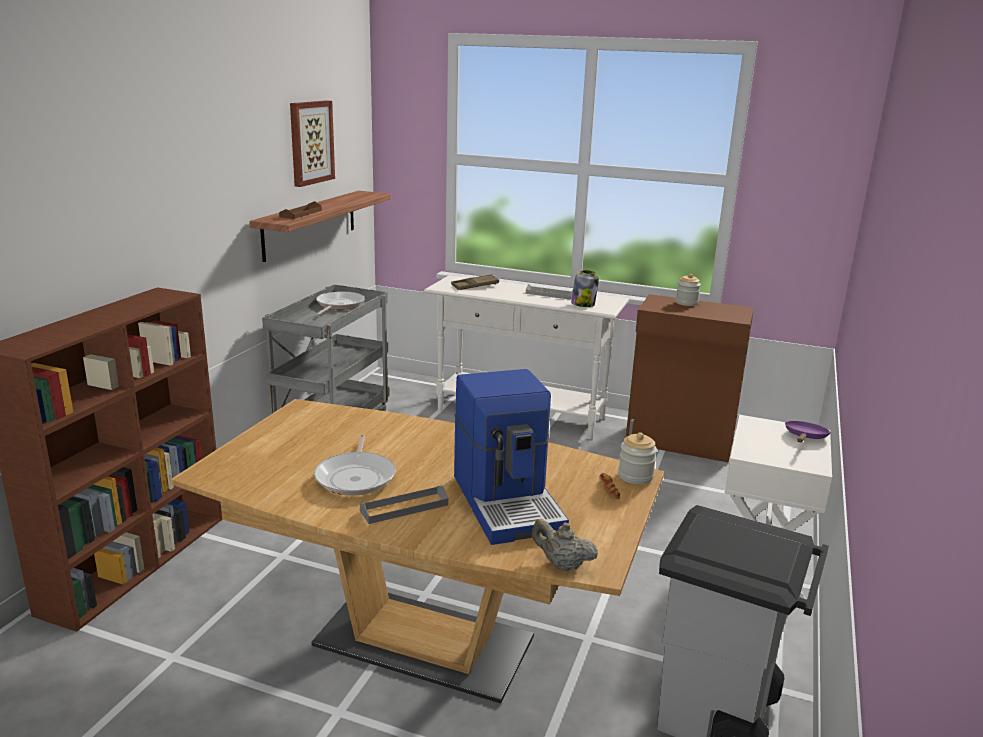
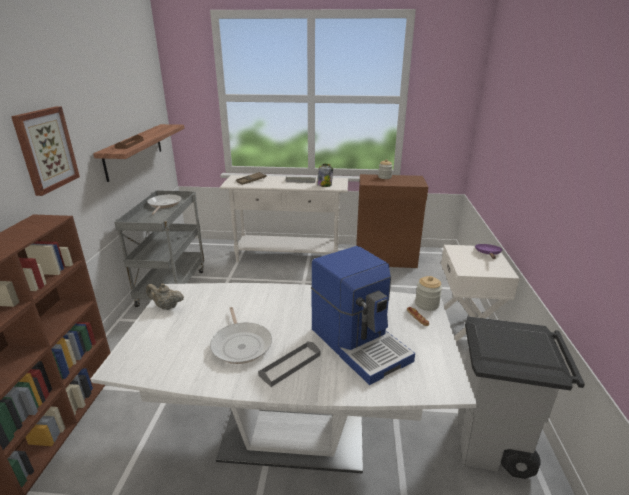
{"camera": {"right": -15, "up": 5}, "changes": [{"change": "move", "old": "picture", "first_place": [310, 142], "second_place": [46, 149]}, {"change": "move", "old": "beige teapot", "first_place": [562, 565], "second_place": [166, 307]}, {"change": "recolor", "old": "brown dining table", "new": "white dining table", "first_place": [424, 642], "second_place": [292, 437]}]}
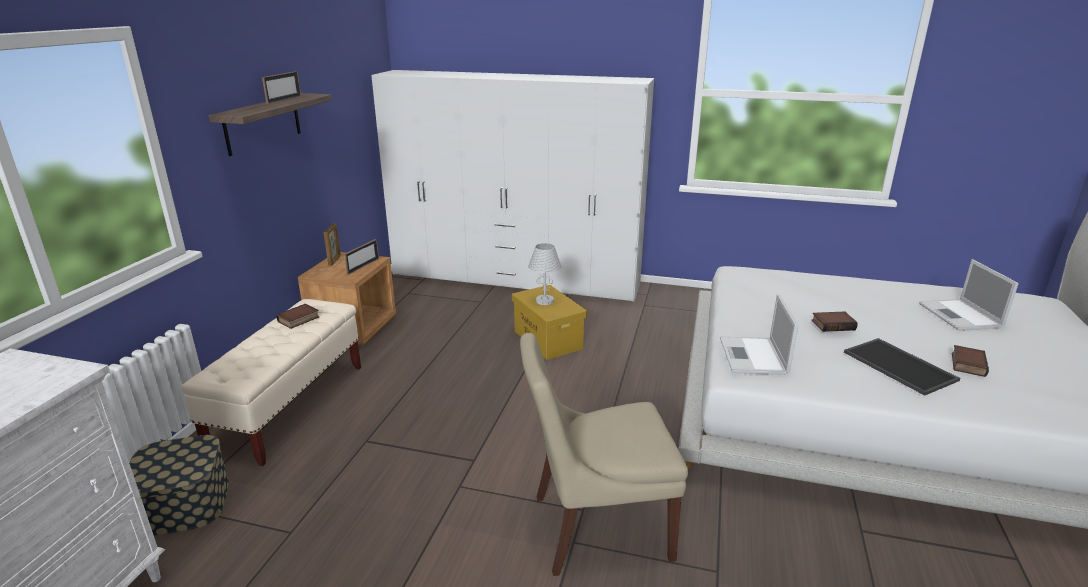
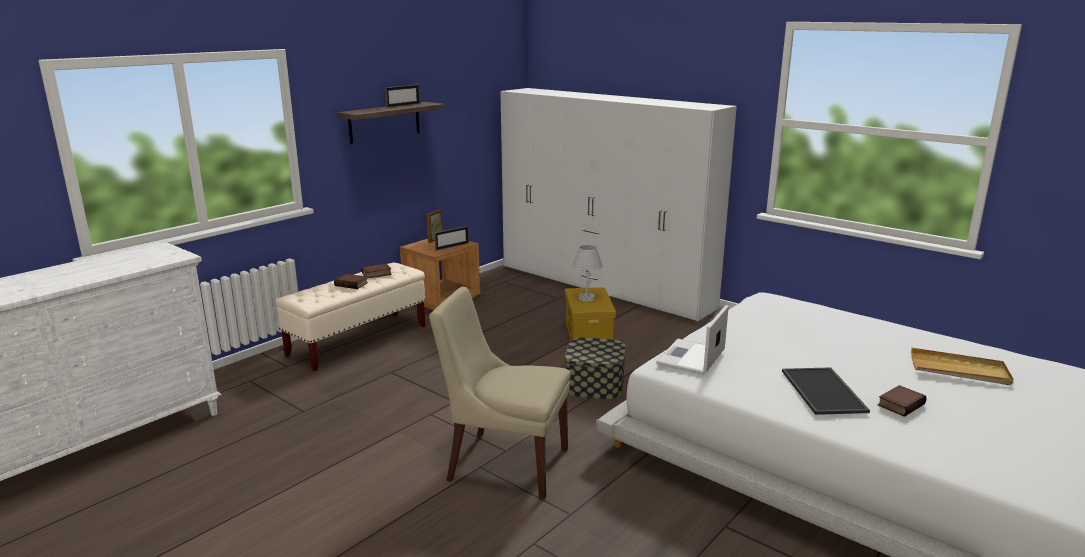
{"camera": {"right": 25, "up": -5}, "changes": [{"change": "move", "old": "storage box", "first_place": [184, 504], "second_place": [594, 384]}, {"change": "move", "old": "book", "first_place": [833, 324], "second_place": [352, 284]}, {"change": "replace", "old": "laptop", "new": "beige tray", "first_place": [961, 316], "second_place": [959, 370]}]}
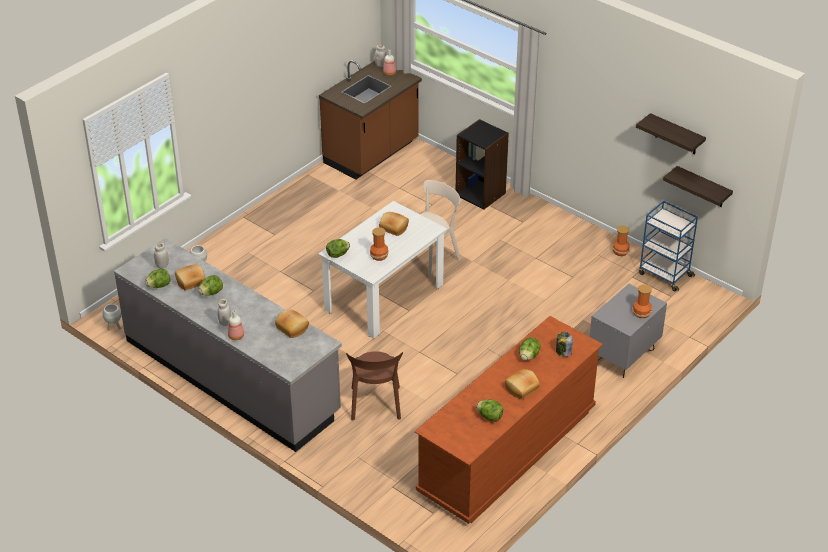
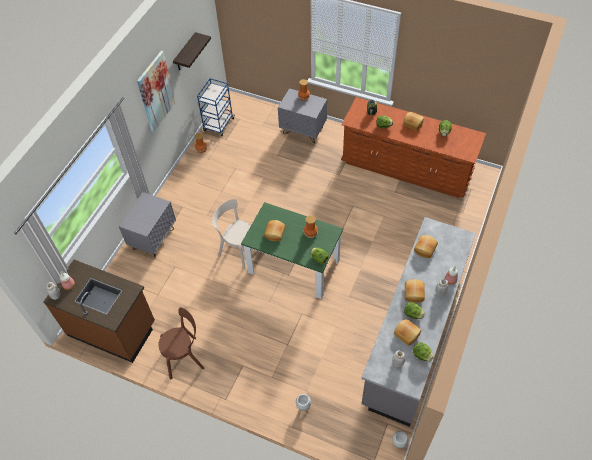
{"camera": {"right": -105, "up": 15}, "changes": [{"change": "delete", "old": "shelf", "first_place": [703, 187]}, {"change": "insert", "new": "picture", "second_place": [156, 92]}, {"change": "insert", "new": "bread", "second_place": [413, 293]}, {"change": "move", "old": "brown chair", "first_place": [375, 405], "second_place": [185, 357]}, {"change": "replace", "old": "black bookcase", "new": "grey nightstand", "first_place": [481, 194], "second_place": [153, 239]}, {"change": "recolor", "old": "white dining table", "new": "green dining table", "first_place": [384, 297], "second_place": [294, 266]}]}
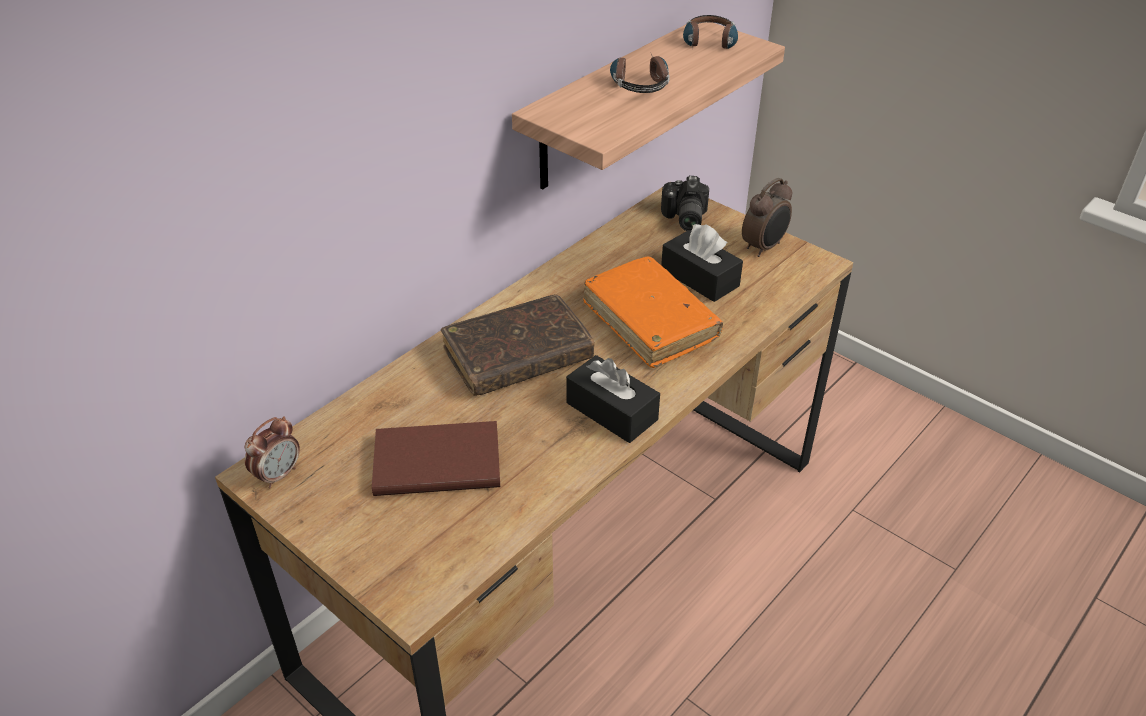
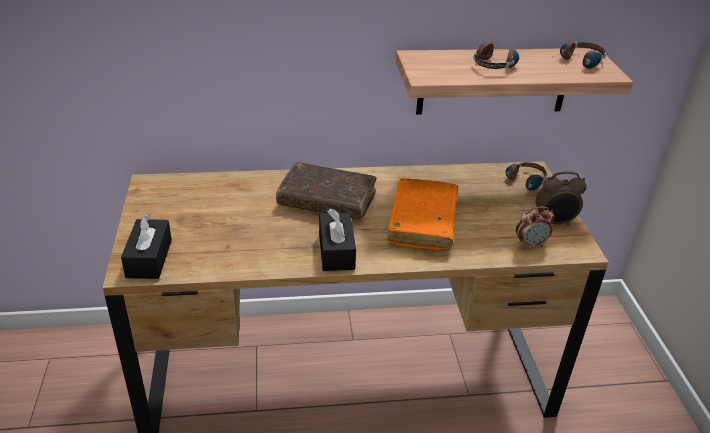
{"camera": {"right": 40, "up": -5}, "changes": [{"change": "delete", "old": "brown book", "first_place": [435, 460]}, {"change": "move", "old": "alarm clock", "first_place": [278, 475], "second_place": [530, 245]}, {"change": "move", "old": "black tissue box", "first_place": [699, 278], "second_place": [149, 258]}, {"change": "replace", "old": "photo camera", "new": "headphones", "first_place": [683, 218], "second_place": [522, 183]}]}
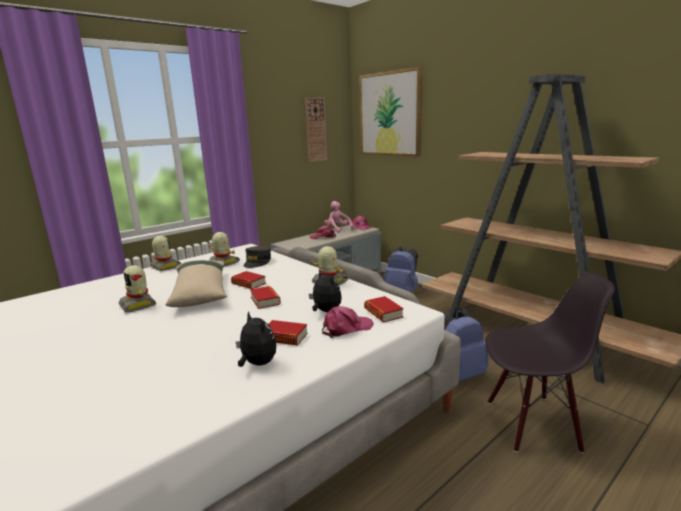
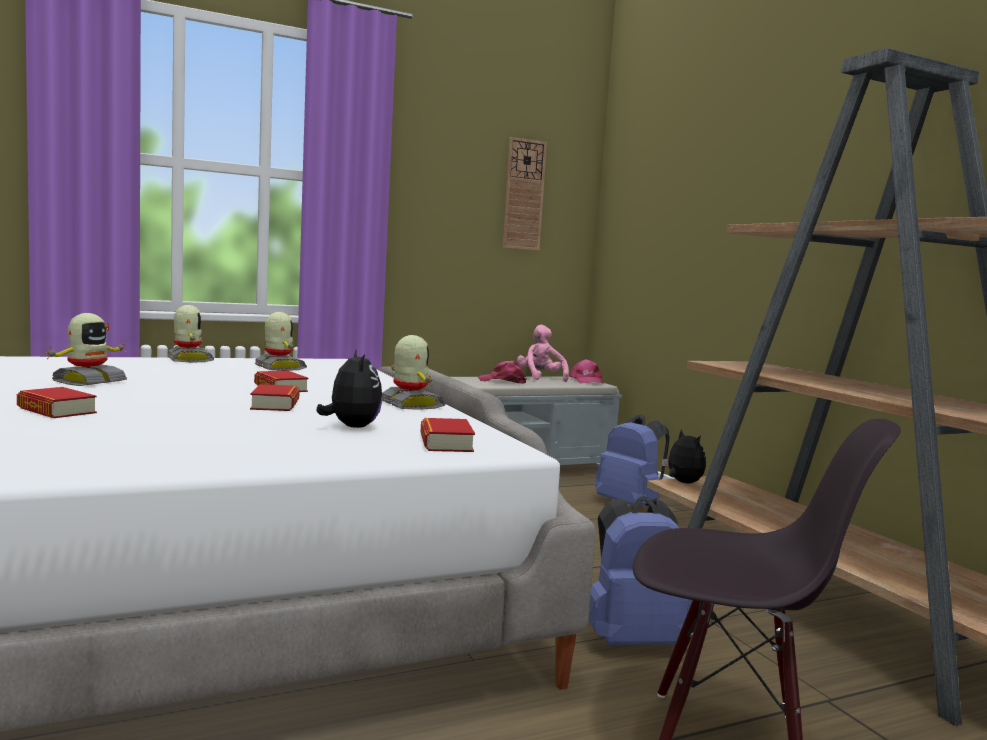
{"camera": {"right": 15, "up": -10}, "changes": [{"change": "delete", "old": "beige pillow", "first_place": [200, 291]}, {"change": "delete", "old": "grey cap", "first_place": [257, 262]}, {"change": "delete", "old": "pink cap", "first_place": [346, 328]}, {"change": "delete", "old": "picture", "first_place": [390, 114]}, {"change": "move", "old": "plush toy", "first_place": [257, 364], "second_place": [682, 483]}, {"change": "move", "old": "book", "first_place": [284, 337], "second_place": [56, 410]}, {"change": "rotate", "old": "toy robot", "first_place": [138, 305], "second_place": [88, 382], "degrees": -135}]}
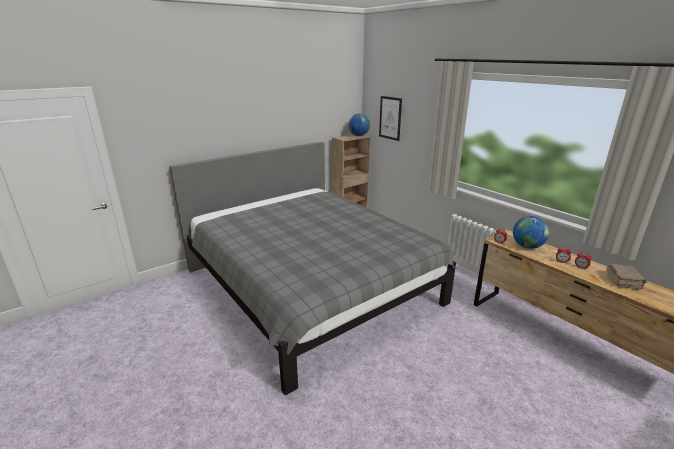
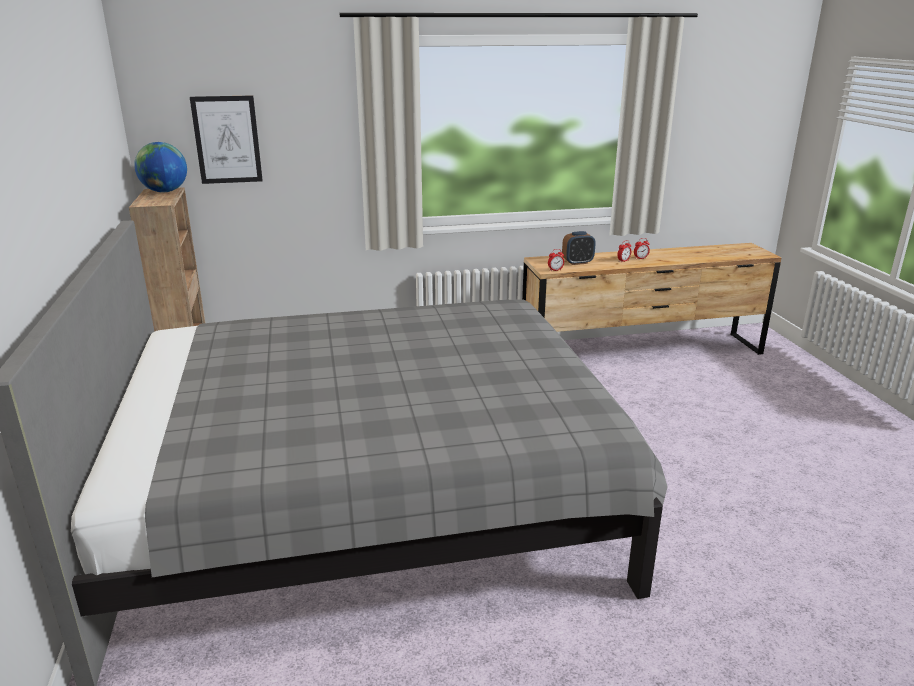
{"camera": {"right": -65, "up": 0}, "changes": [{"change": "delete", "old": "brown book", "first_place": [623, 281]}, {"change": "replace", "old": "globe", "new": "alarm clock", "first_place": [527, 246], "second_place": [577, 262]}]}
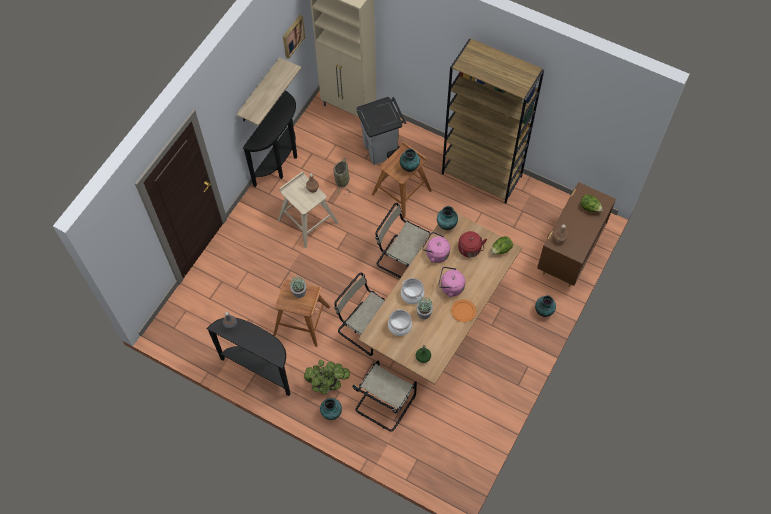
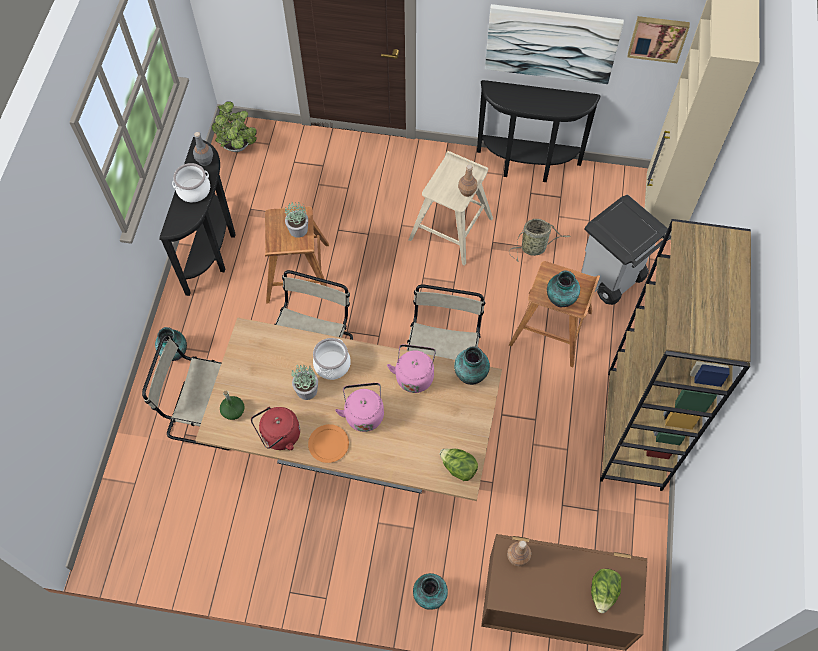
{"camera": {"right": 70, "up": 0}, "changes": [{"change": "move", "old": "potted plant", "first_place": [328, 383], "second_place": [238, 147]}, {"change": "move", "old": "cooking pot", "first_place": [400, 326], "second_place": [194, 190]}, {"change": "move", "old": "red kettle", "first_place": [470, 250], "second_place": [279, 436]}, {"change": "replace", "old": "shelf", "new": "picture", "first_place": [259, 91], "second_place": [551, 43]}]}
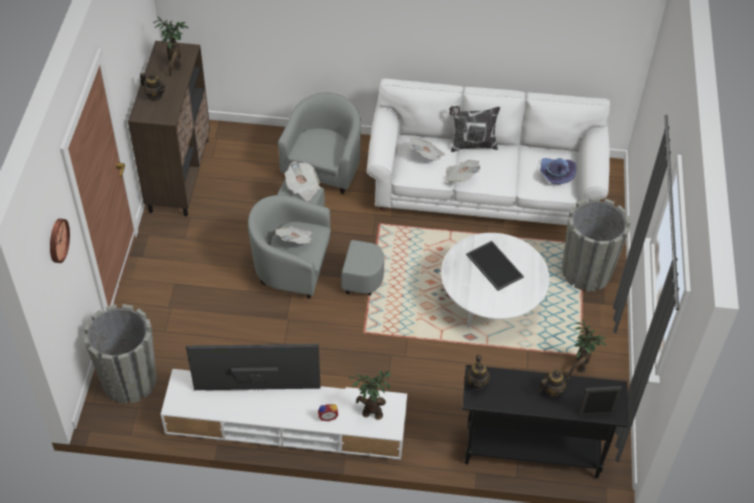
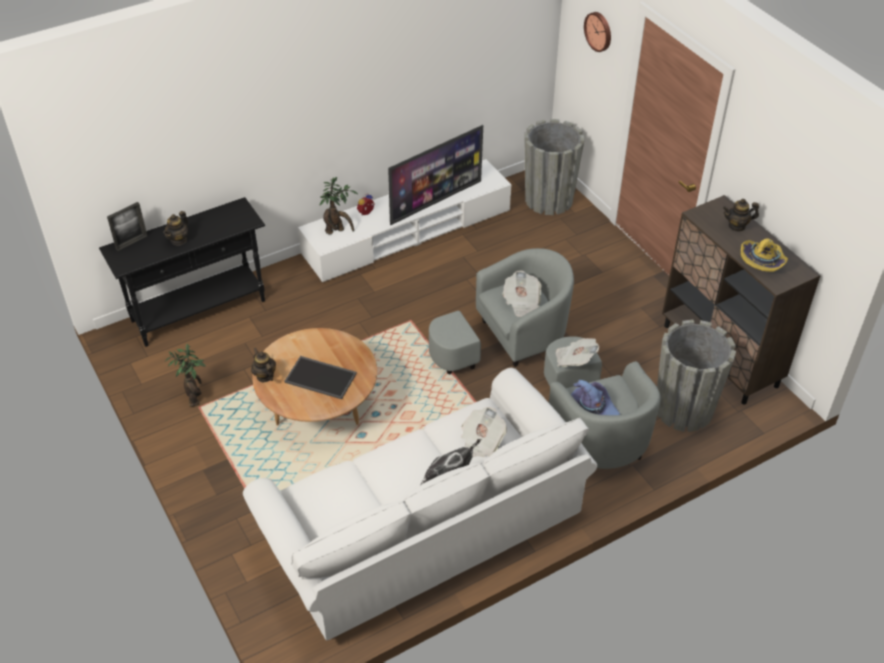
{"camera": {"right": 145, "up": -5}, "changes": [{"change": "delete", "old": "newspaper", "first_place": [460, 177]}, {"change": "move", "old": "teapot", "first_place": [477, 382], "second_place": [265, 376]}, {"change": "move", "old": "purple hat", "first_place": [555, 174], "second_place": [592, 409]}, {"change": "move", "old": "grey planter", "first_place": [586, 272], "second_place": [683, 409]}, {"change": "replace", "old": "potted plant", "new": "yellow hat", "first_place": [175, 66], "second_place": [763, 261]}, {"change": "recolor", "old": "white coffee table", "new": "brown coffee table", "first_place": [490, 302], "second_place": [319, 407]}]}
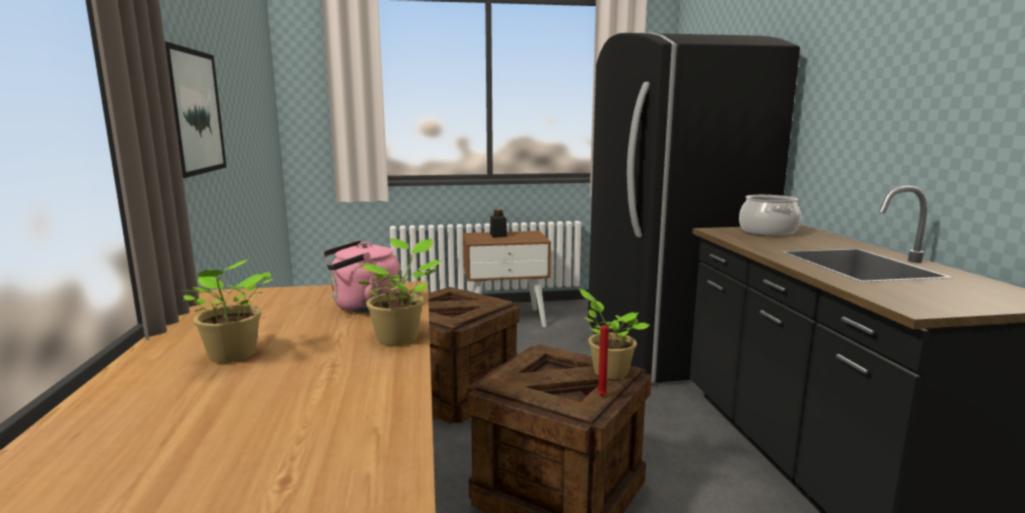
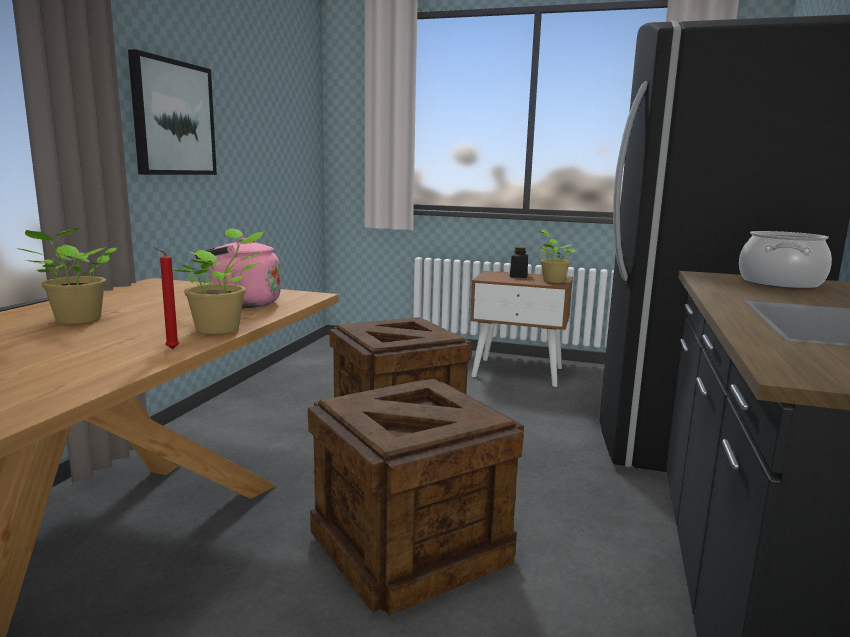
{"camera": {"right": 25, "up": 0}, "changes": [{"change": "move", "old": "potted plant", "first_place": [608, 371], "second_place": [552, 281]}, {"change": "move", "old": "red candle", "first_place": [601, 396], "second_place": [170, 349]}]}
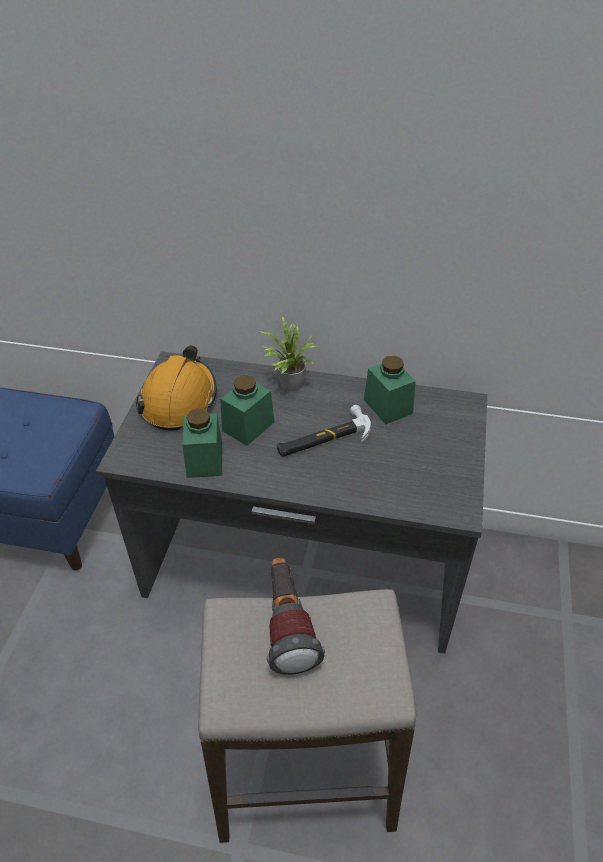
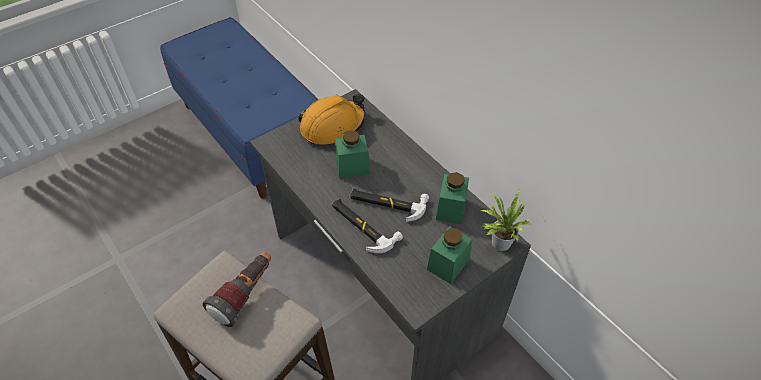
{"camera": {"right": 40, "up": 5}, "changes": [{"change": "insert", "new": "hammer", "second_place": [362, 226]}, {"change": "move", "old": "green jar", "first_place": [204, 460], "second_place": [448, 264]}, {"change": "move", "old": "potted plant", "first_place": [288, 385], "second_place": [498, 242]}]}
